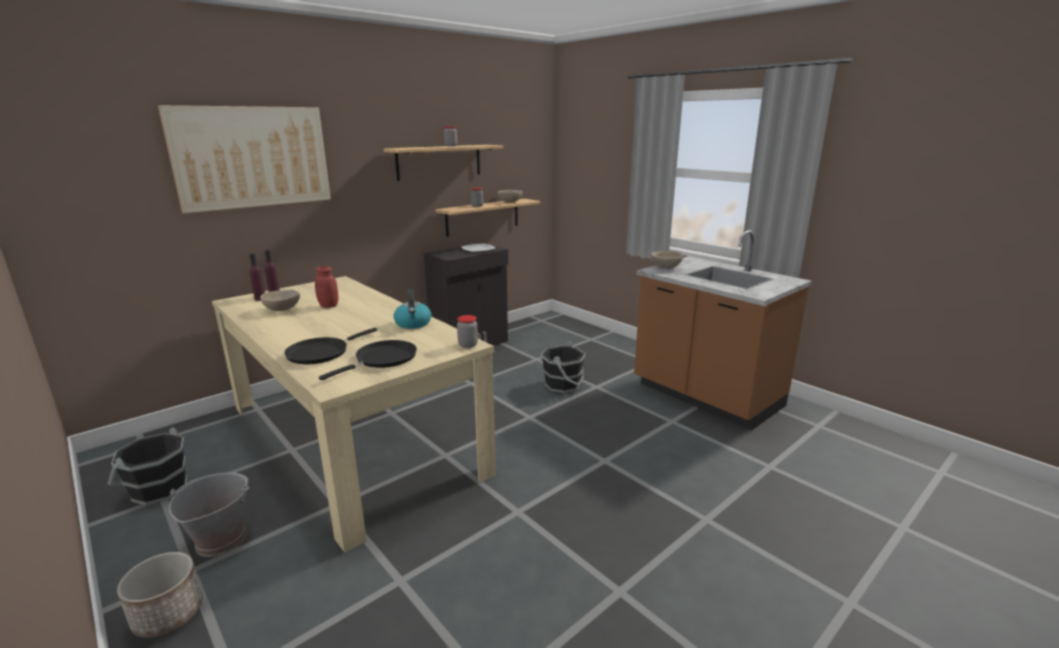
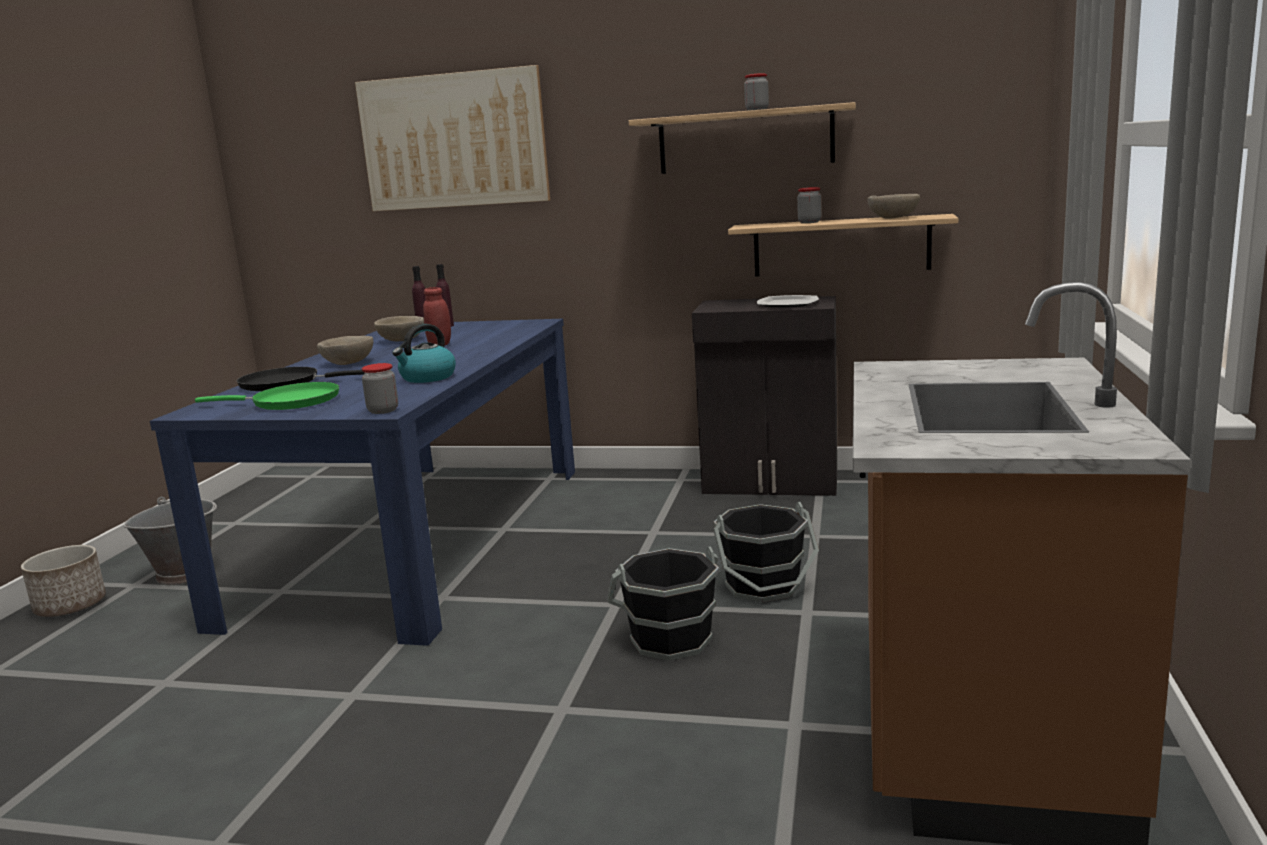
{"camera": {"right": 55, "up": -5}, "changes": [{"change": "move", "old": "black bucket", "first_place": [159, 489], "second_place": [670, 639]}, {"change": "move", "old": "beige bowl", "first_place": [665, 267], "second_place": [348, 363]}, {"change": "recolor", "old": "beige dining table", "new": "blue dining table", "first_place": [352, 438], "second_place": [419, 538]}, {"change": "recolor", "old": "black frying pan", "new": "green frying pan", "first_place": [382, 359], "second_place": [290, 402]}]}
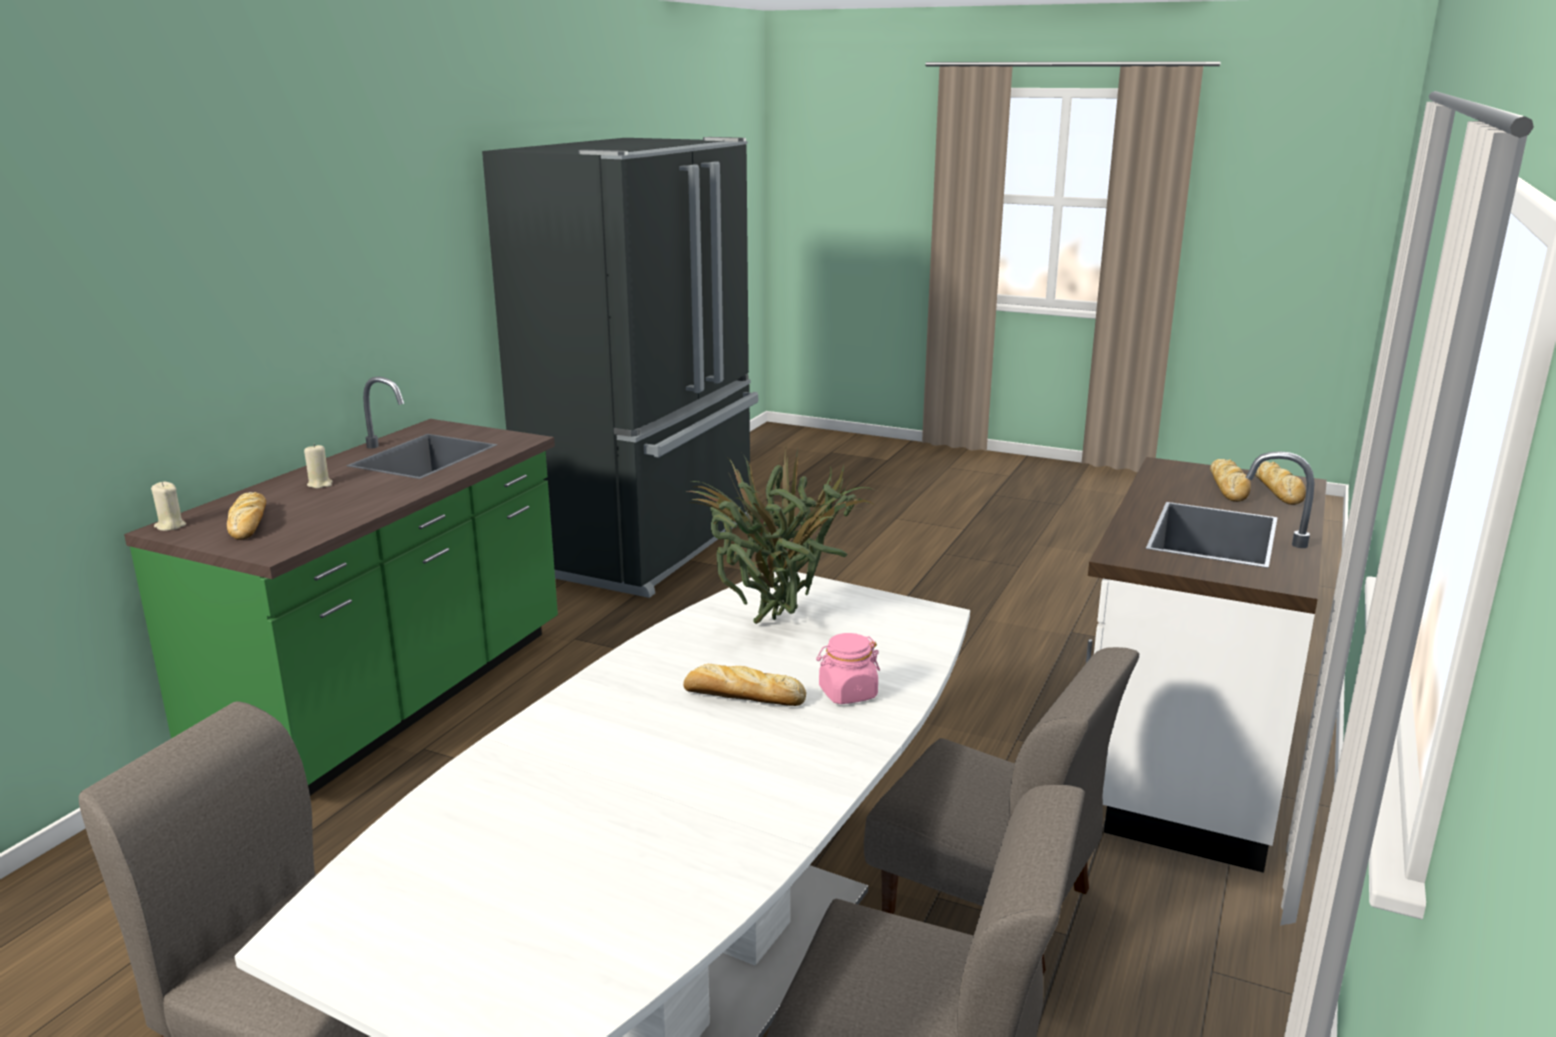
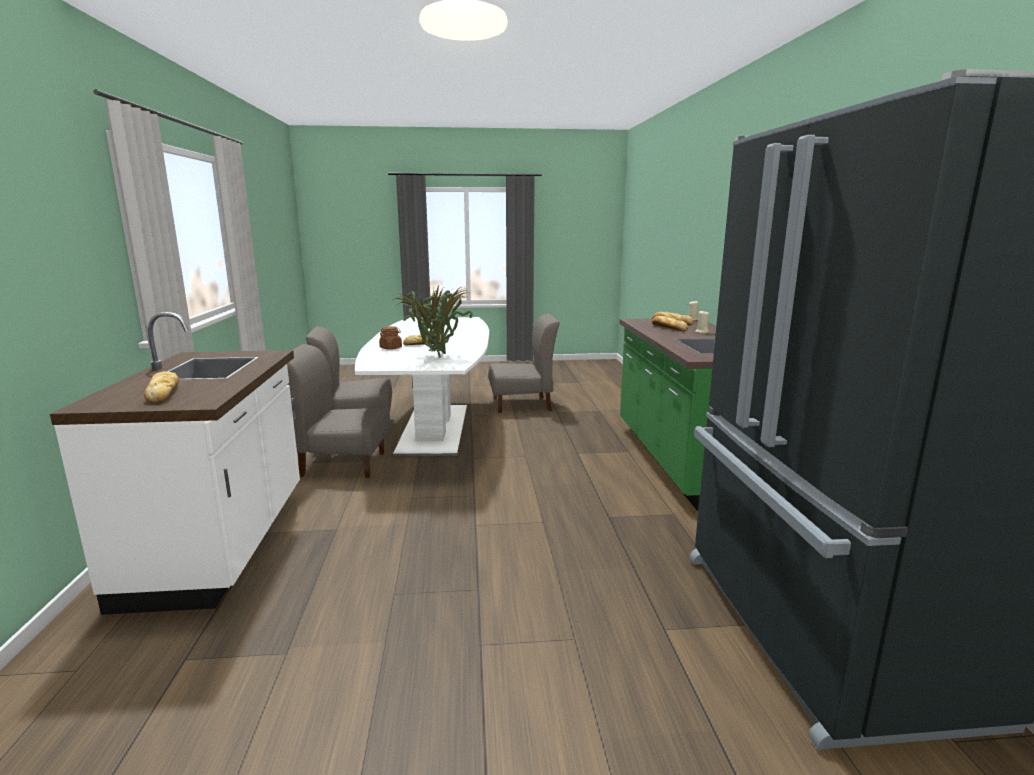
{"camera": {"right": 150, "up": -5}, "changes": [{"change": "move", "old": "bread", "first_place": [1277, 490], "second_place": [668, 328]}, {"change": "recolor", "old": "pink jar", "new": "brown jar", "first_place": [847, 693], "second_place": [391, 348]}]}
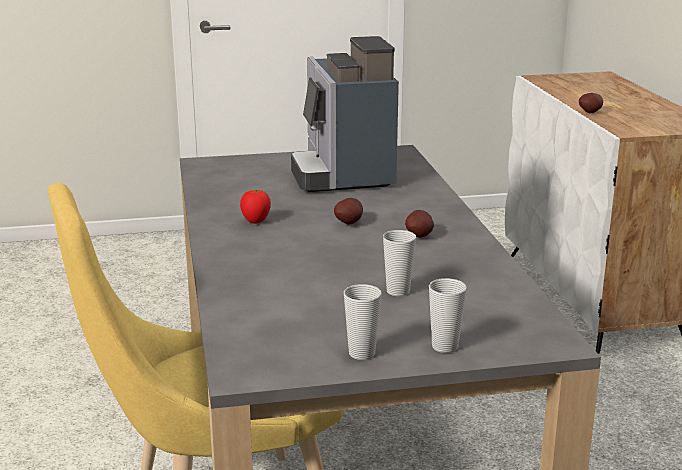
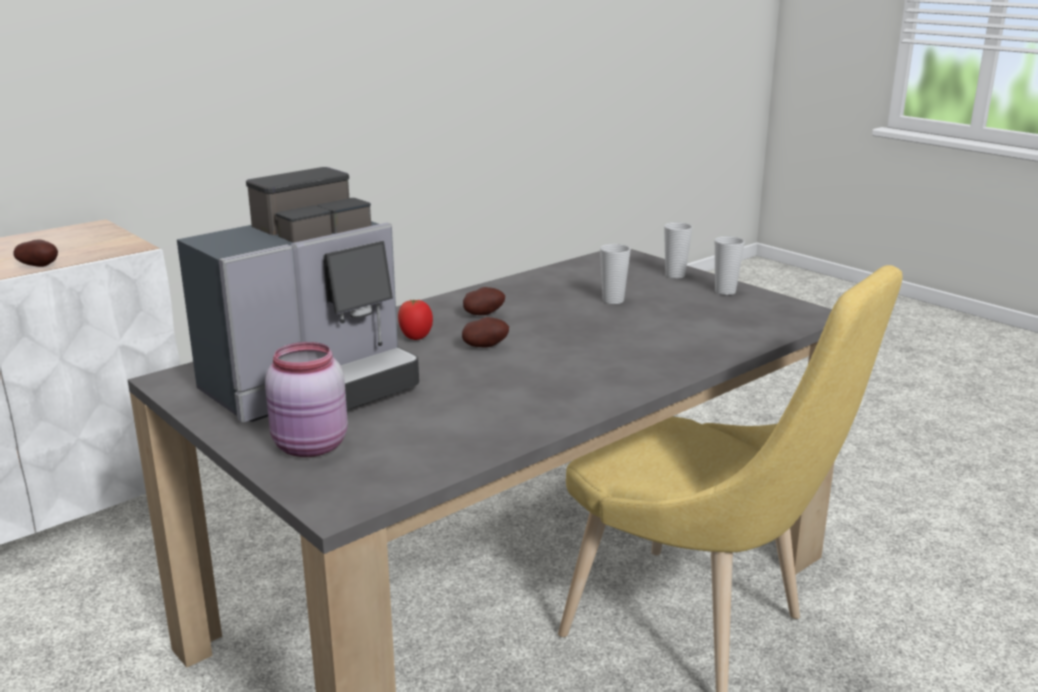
{"camera": {"right": -120, "up": 0}, "changes": [{"change": "insert", "new": "pink jar", "second_place": [311, 447]}, {"change": "move", "old": "tomato", "first_place": [255, 222], "second_place": [416, 338]}]}
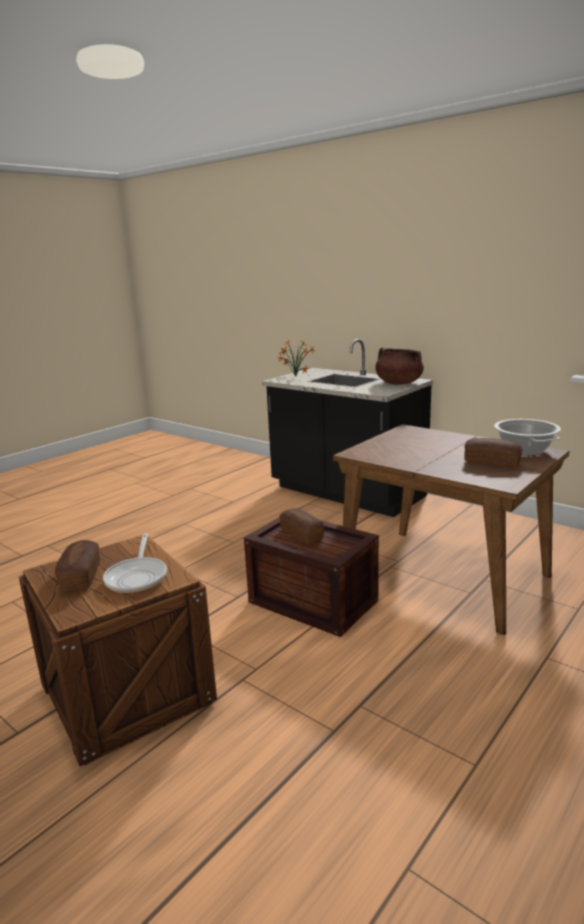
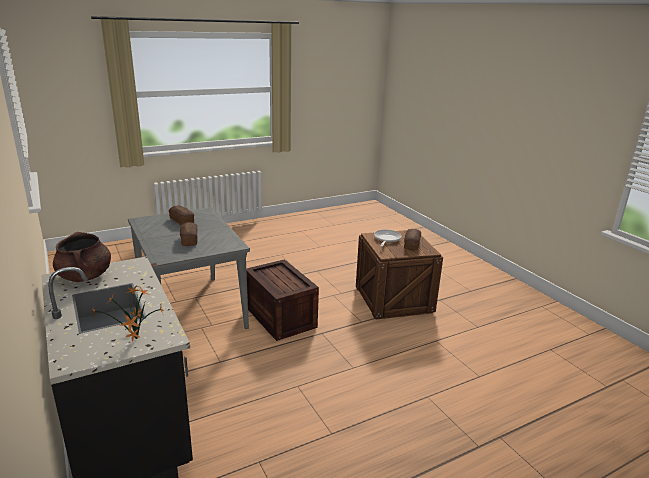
{"camera": {"right": -160, "up": 5}, "changes": [{"change": "delete", "old": "cooking pot", "first_place": [524, 450]}, {"change": "move", "old": "bread", "first_place": [301, 534], "second_place": [189, 240]}, {"change": "recolor", "old": "brown dining table", "new": "grey dining table", "first_place": [442, 575], "second_place": [192, 310]}]}
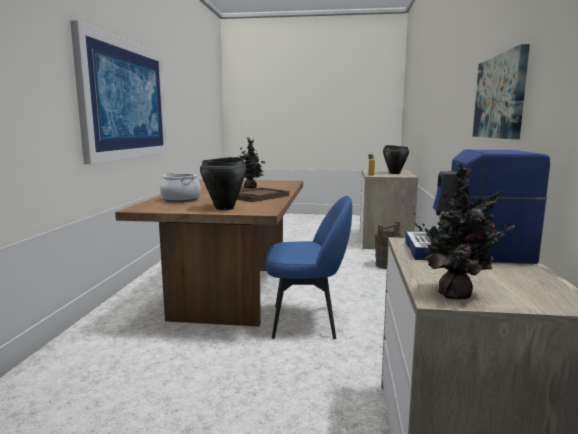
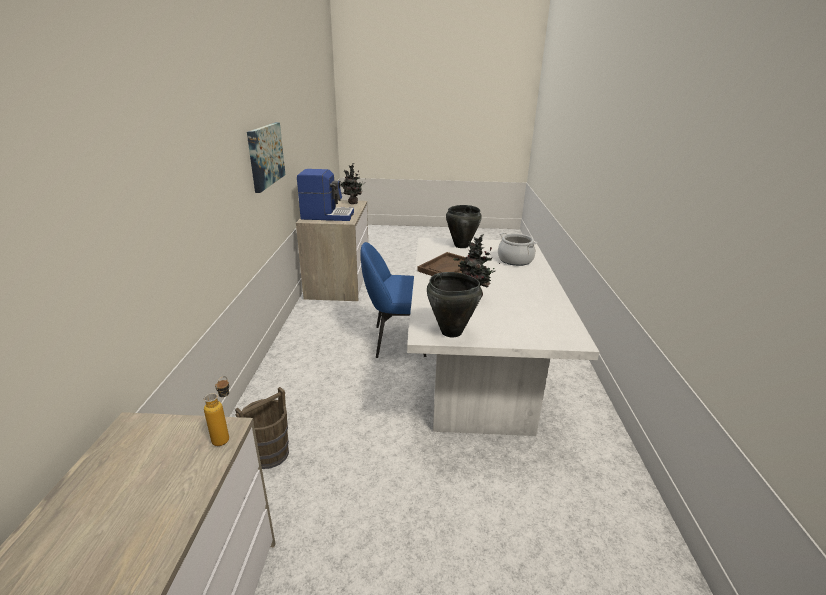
{"camera": {"right": 175, "up": 15}, "changes": [{"change": "delete", "old": "picture", "first_place": [125, 100]}, {"change": "move", "old": "black cooking pot", "first_place": [394, 173], "second_place": [451, 332]}, {"change": "recolor", "old": "brown dining table", "new": "white dining table", "first_place": [233, 292], "second_place": [475, 377]}]}
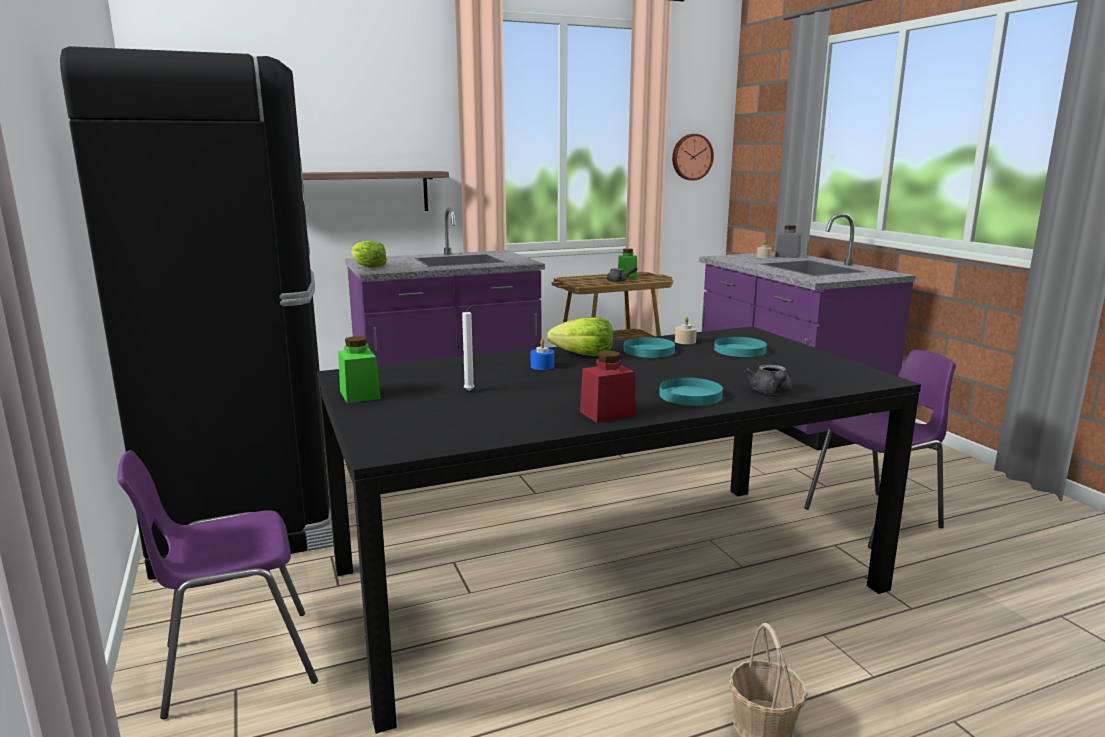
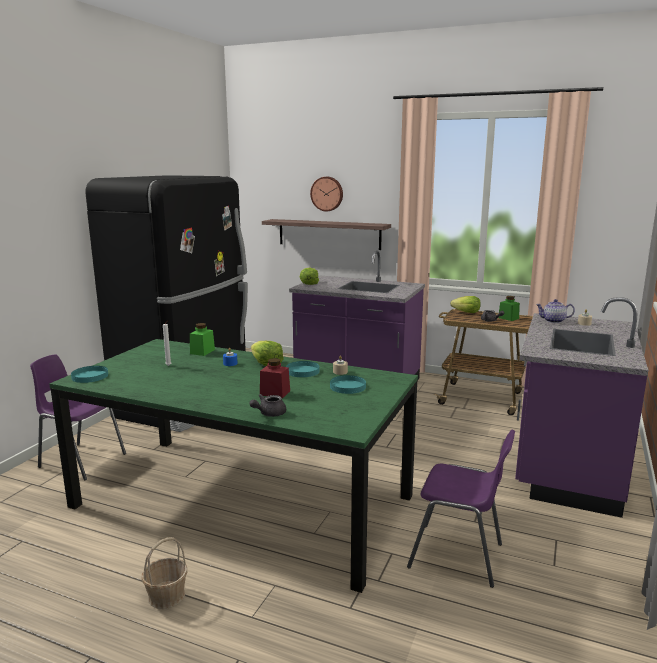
{"camera": {"right": 45, "up": 0}, "changes": [{"change": "delete", "old": "grey jar", "first_place": [787, 256]}, {"change": "insert", "new": "lettuce", "second_place": [466, 312]}, {"change": "insert", "new": "teapot", "second_place": [553, 321]}, {"change": "move", "old": "green jar", "first_place": [360, 395], "second_place": [202, 352]}, {"change": "move", "old": "red jar", "first_place": [607, 414], "second_place": [275, 393]}, {"change": "move", "old": "turquoise plate", "first_place": [690, 395], "second_place": [90, 376]}, {"change": "move", "old": "wall clock", "first_place": [691, 157], "second_place": [327, 193]}, {"change": "recolor", "old": "black dining table", "new": "green dining table", "first_place": [607, 578], "second_place": [244, 501]}]}
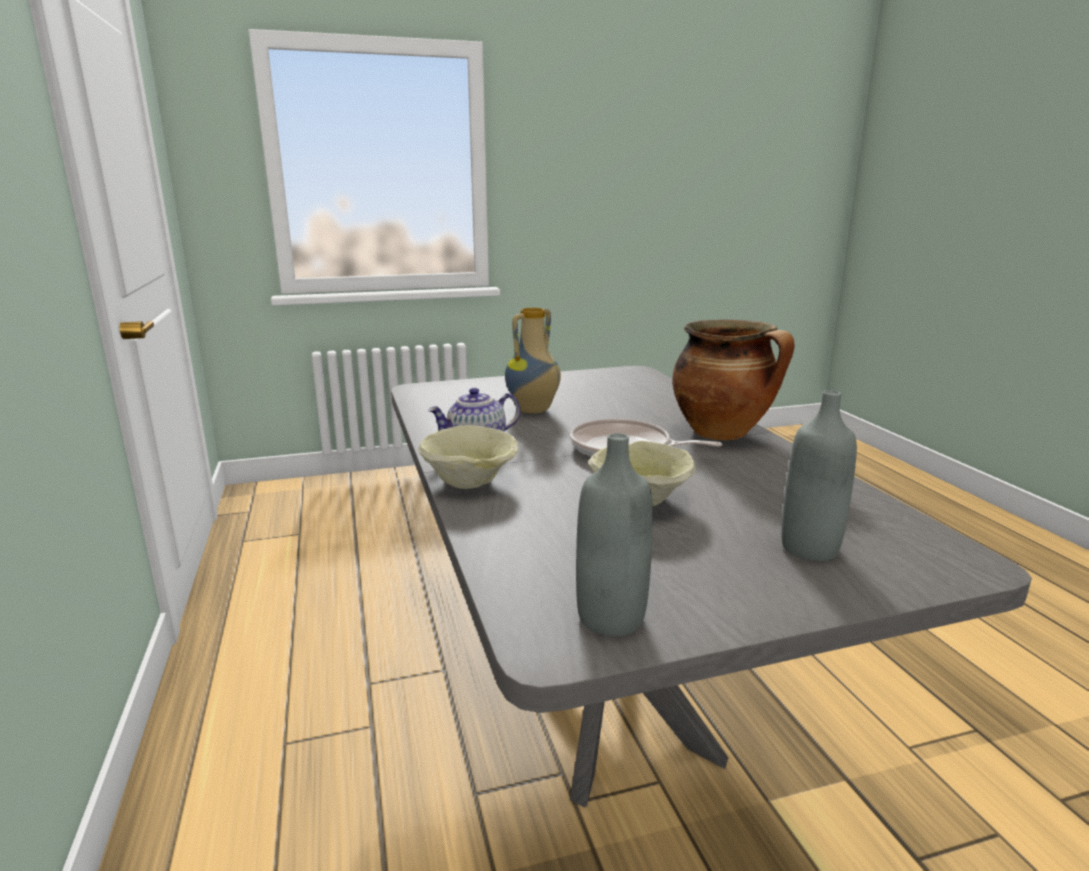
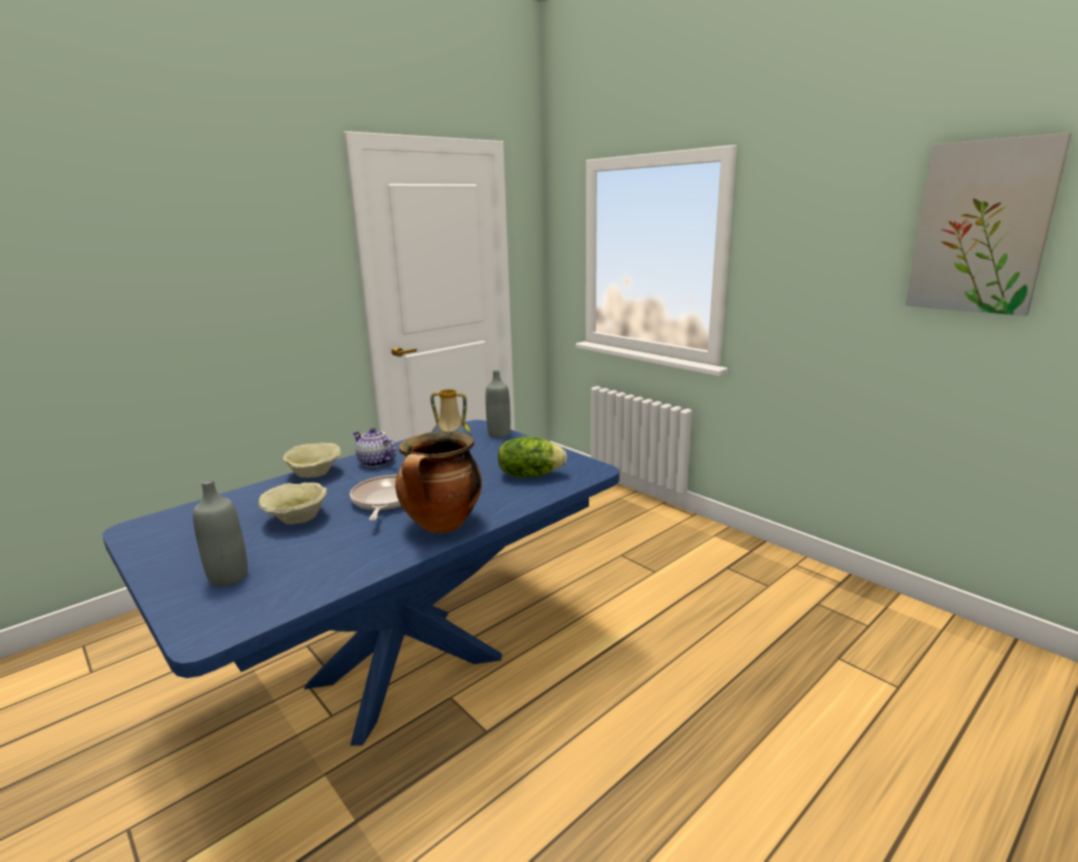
{"camera": {"right": 65, "up": 0}, "changes": [{"change": "insert", "new": "lettuce", "second_place": [530, 475]}, {"change": "insert", "new": "picture", "second_place": [981, 228]}, {"change": "move", "old": "grey bottle", "first_place": [611, 618], "second_place": [499, 434]}, {"change": "recolor", "old": "grey dining table", "new": "blue dining table", "first_place": [604, 698], "second_place": [404, 670]}]}
